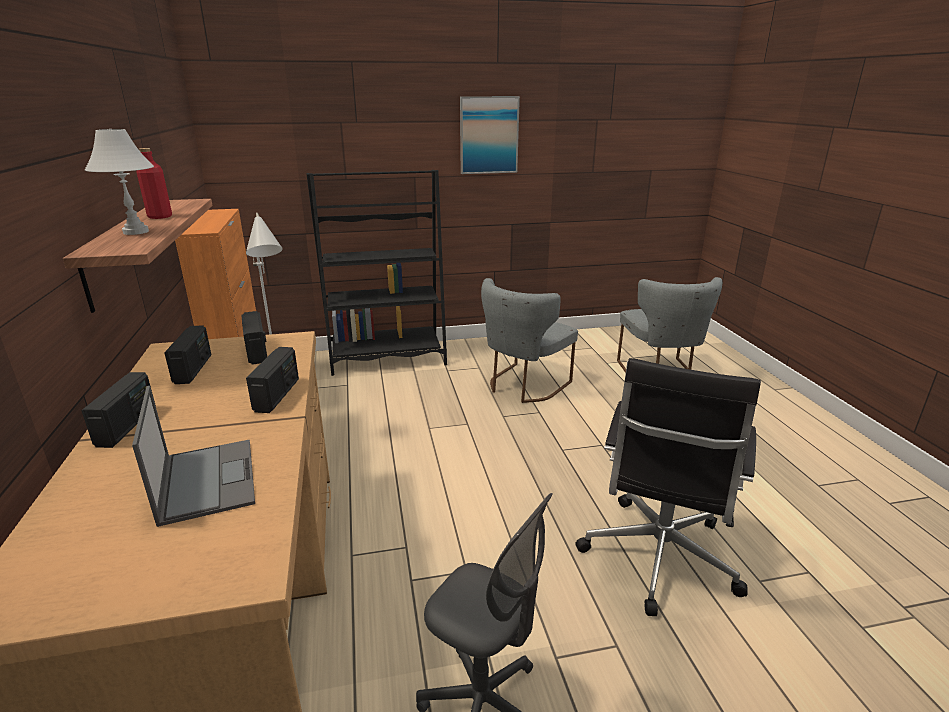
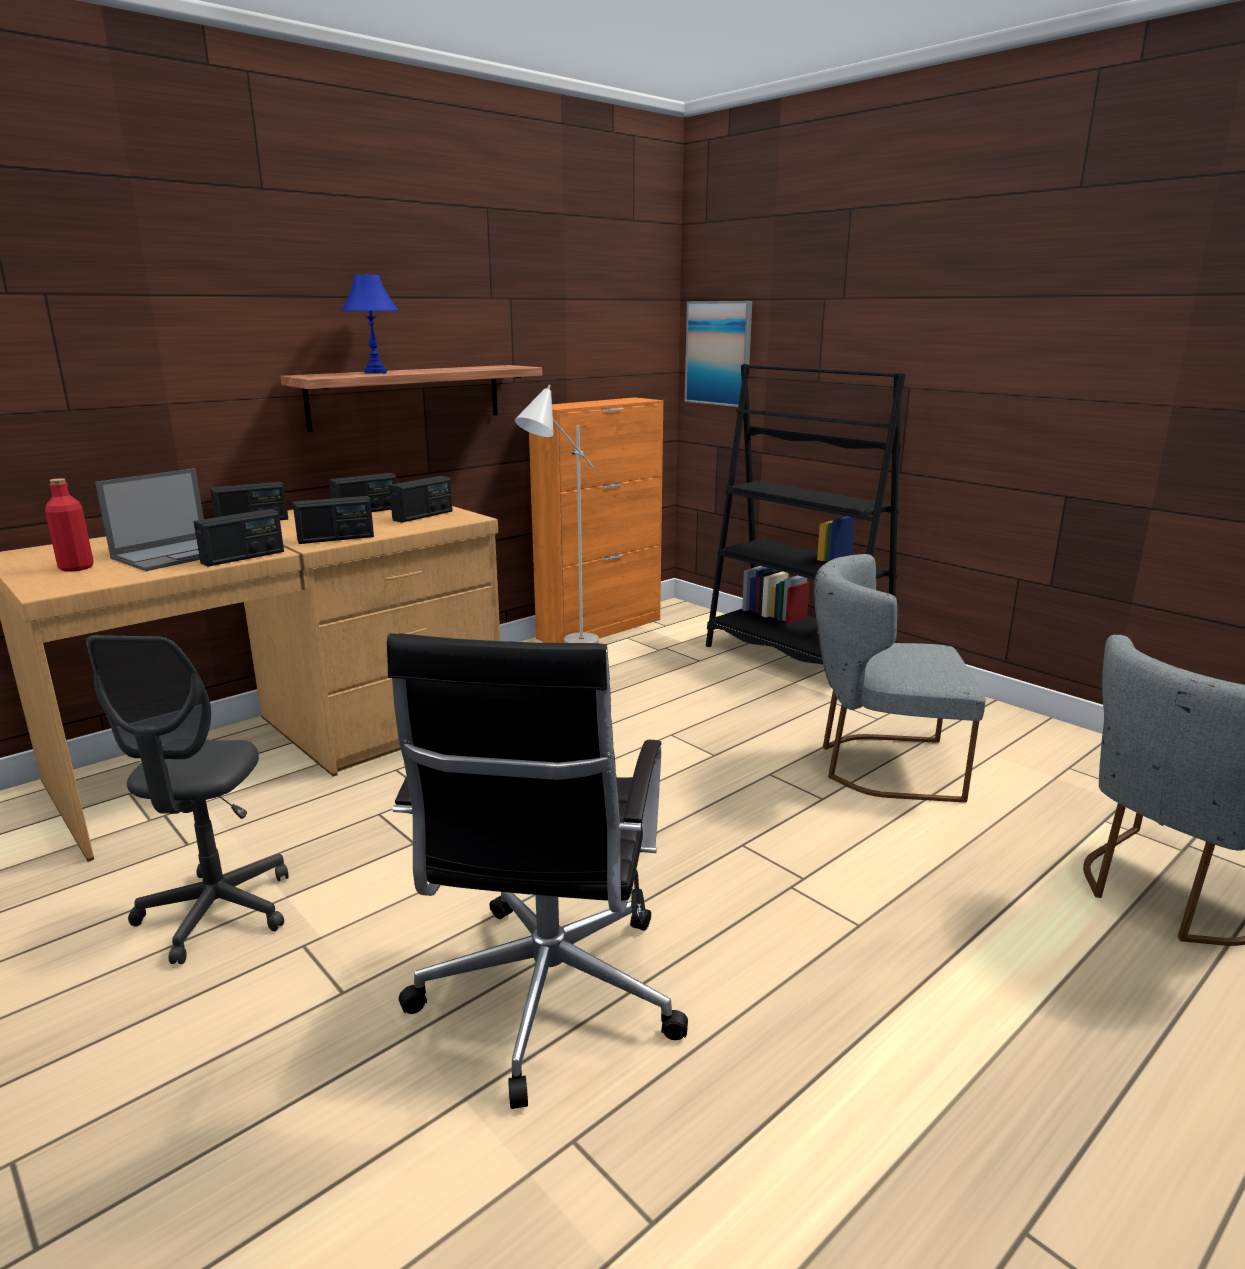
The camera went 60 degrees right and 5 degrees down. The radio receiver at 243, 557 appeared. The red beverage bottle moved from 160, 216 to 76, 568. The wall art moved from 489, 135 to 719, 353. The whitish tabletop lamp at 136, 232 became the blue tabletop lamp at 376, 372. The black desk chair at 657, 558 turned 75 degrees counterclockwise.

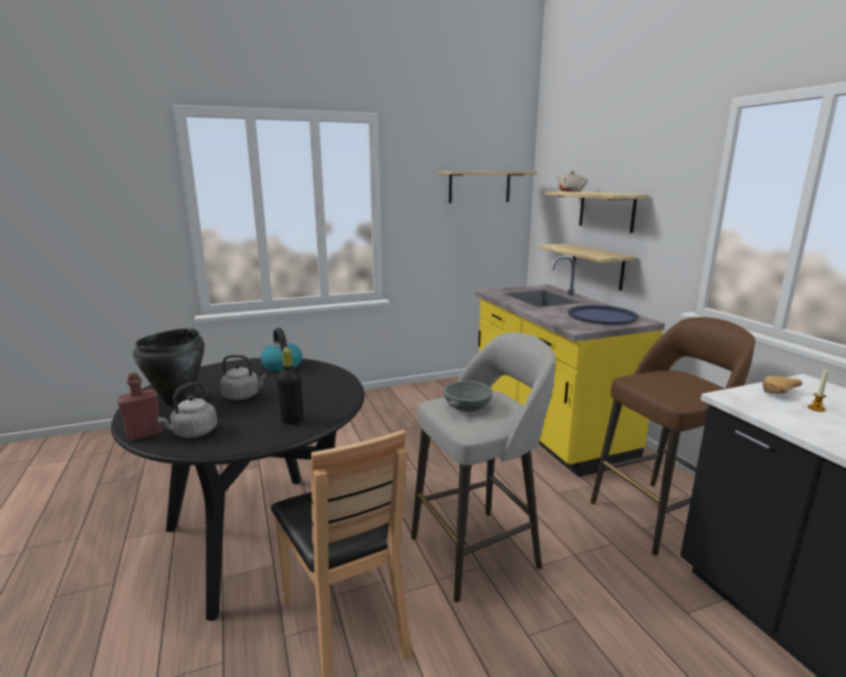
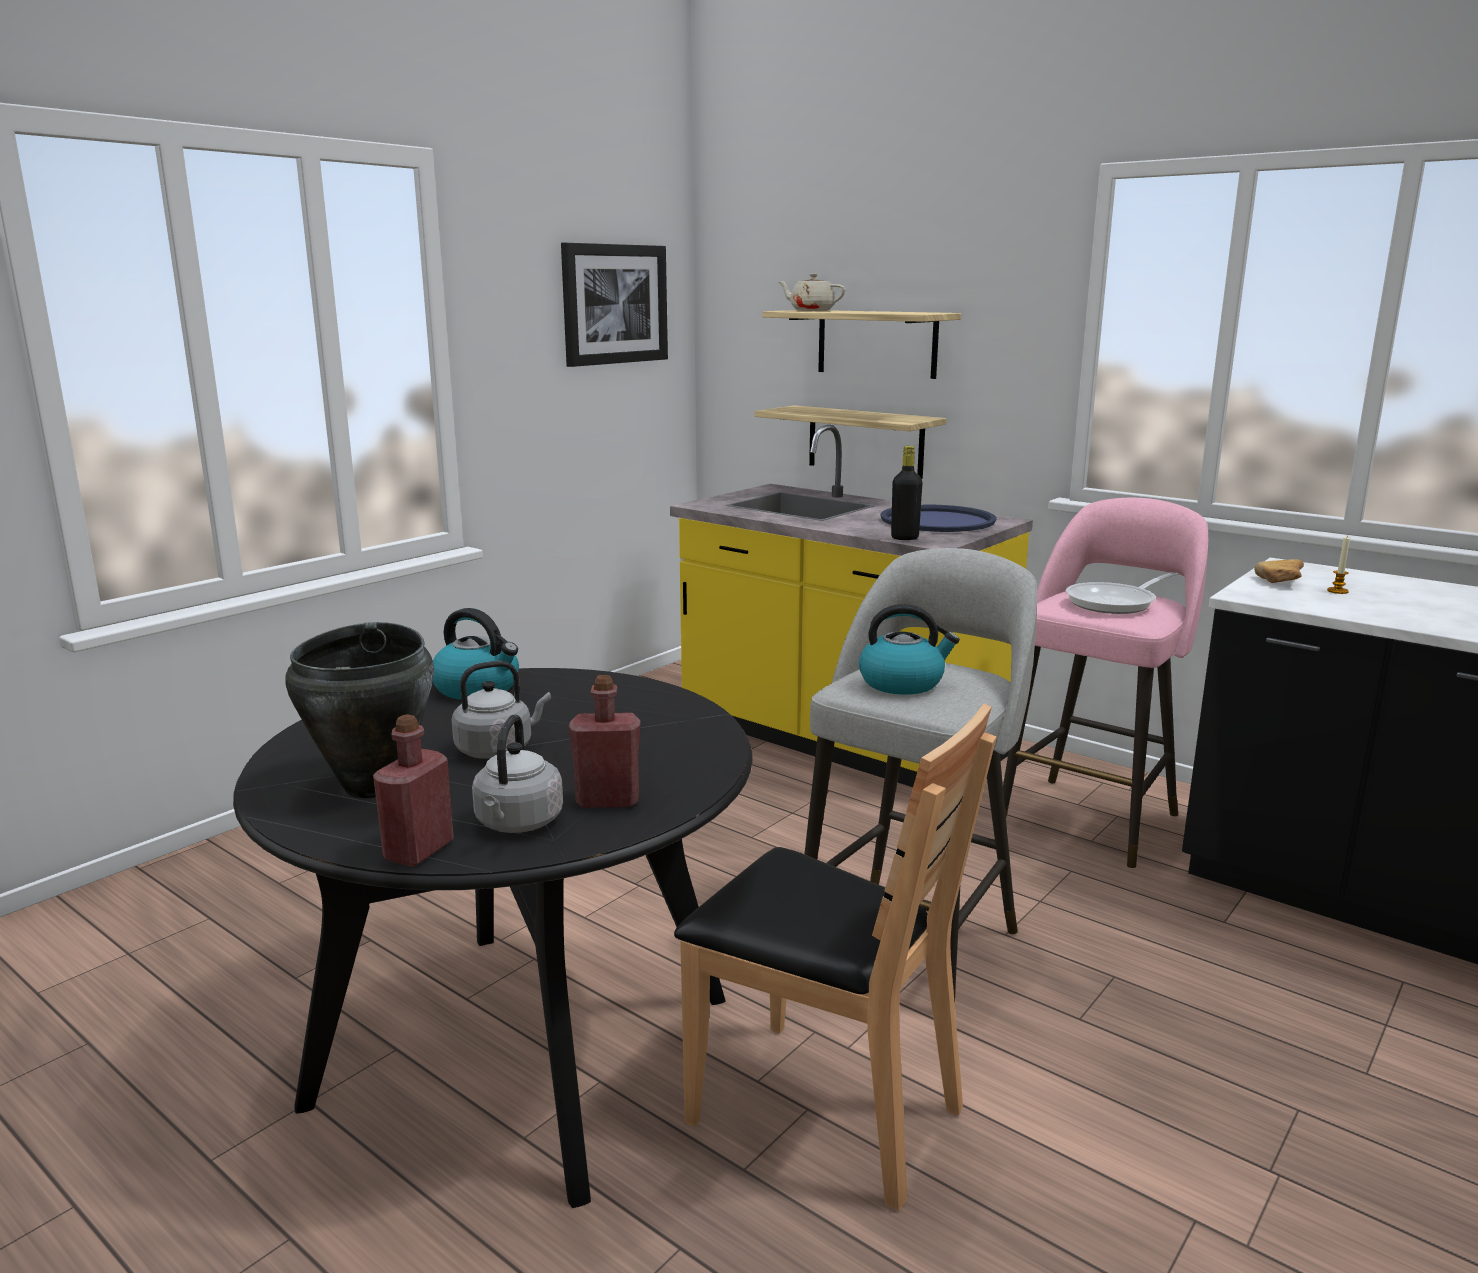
The camera went 30 degrees left and 0 degrees up. The red beverage bottle at 607, 800 appeared. The pan at 1116, 603 appeared. The black beverage bottle moved from 292, 420 to 904, 538. The bracket shelf at 479, 186 was replaced by the wall art at 614, 304. The grey serving bowl at 467, 406 was replaced by the kettle at 903, 683. The brown sitting stool at 656, 515 became the pinkish sitting stool at 1091, 819.

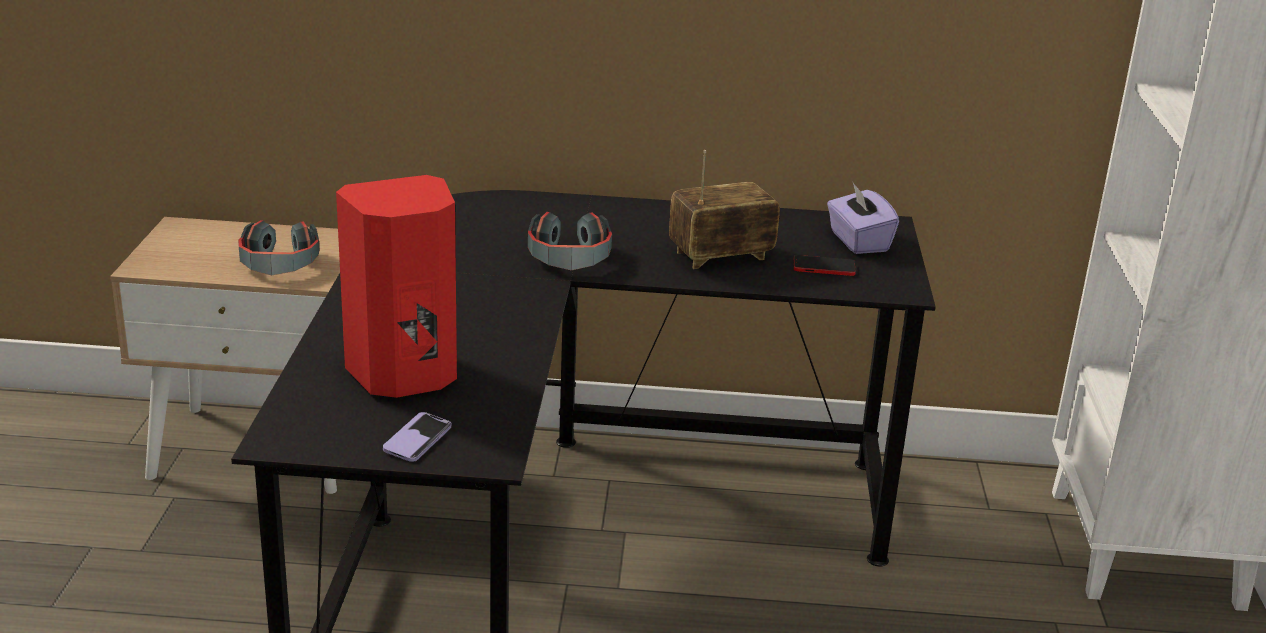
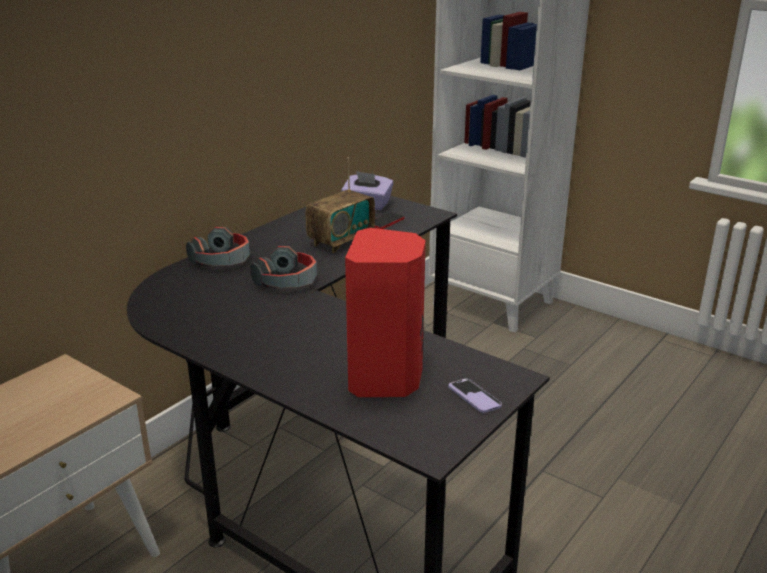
The camera went 55 degrees left and 0 degrees up. The headphones moved from 279, 264 to 222, 260. The radio receiver at 721, 257 turned 150 degrees counterclockwise.

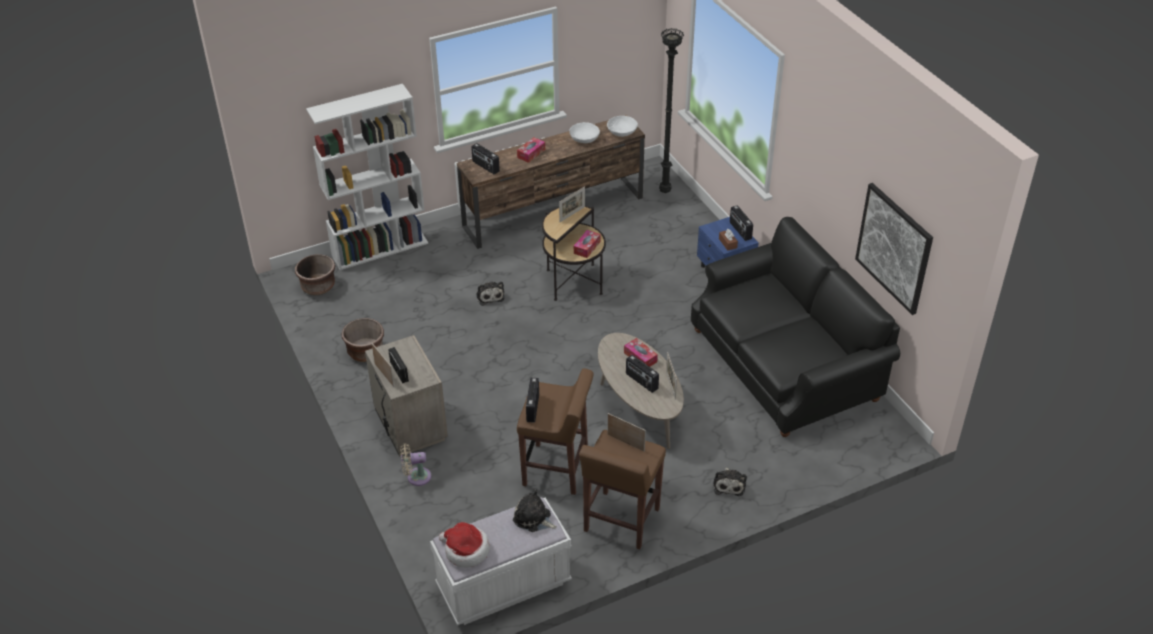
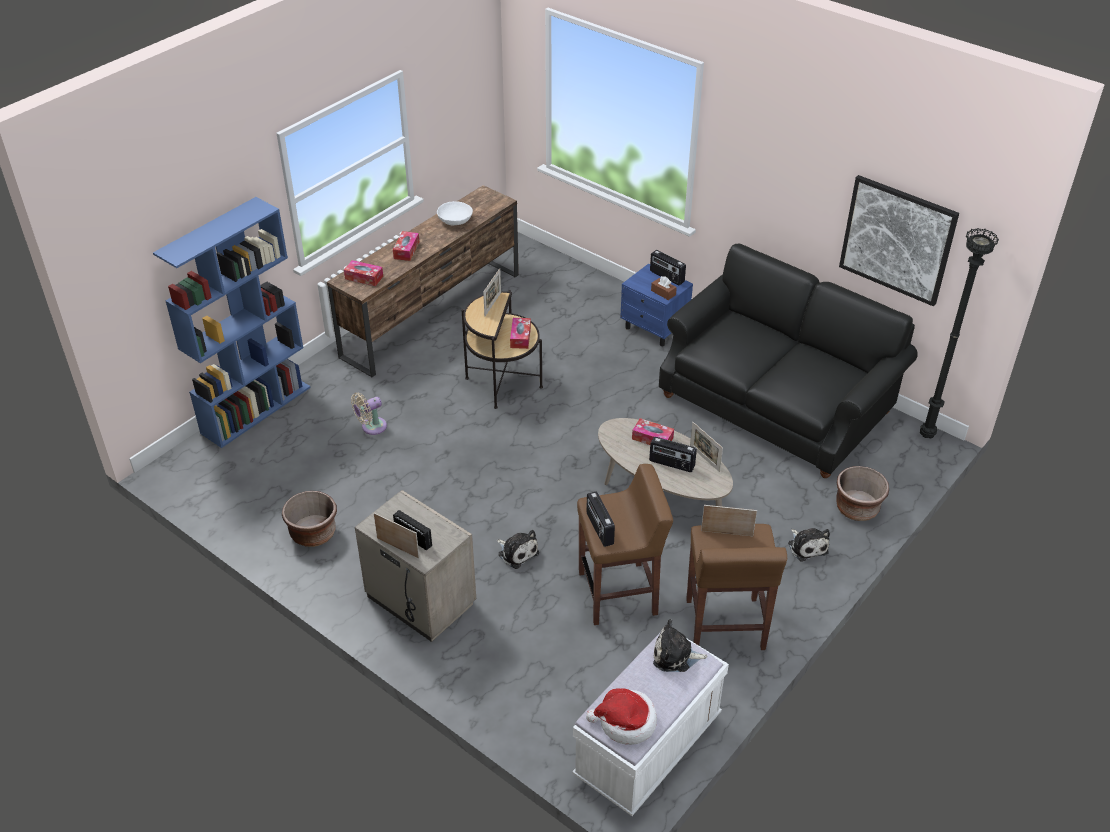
The camera went 25 degrees left and 0 degrees up. The whitish serving bowl at 622, 132 disappeared. The brown plant pot moved from 318, 286 to 857, 508. The sand-coloured fan moved from 416, 477 to 371, 427. The cuddly toy moved from 489, 296 to 517, 552. The black standard lamp moved from 665, 192 to 927, 436. The radio receiver at 485, 167 was replaced by the box of tissues at 364, 277. The whitish shelving unit at 380, 249 became the blue shelving unit at 256, 409.

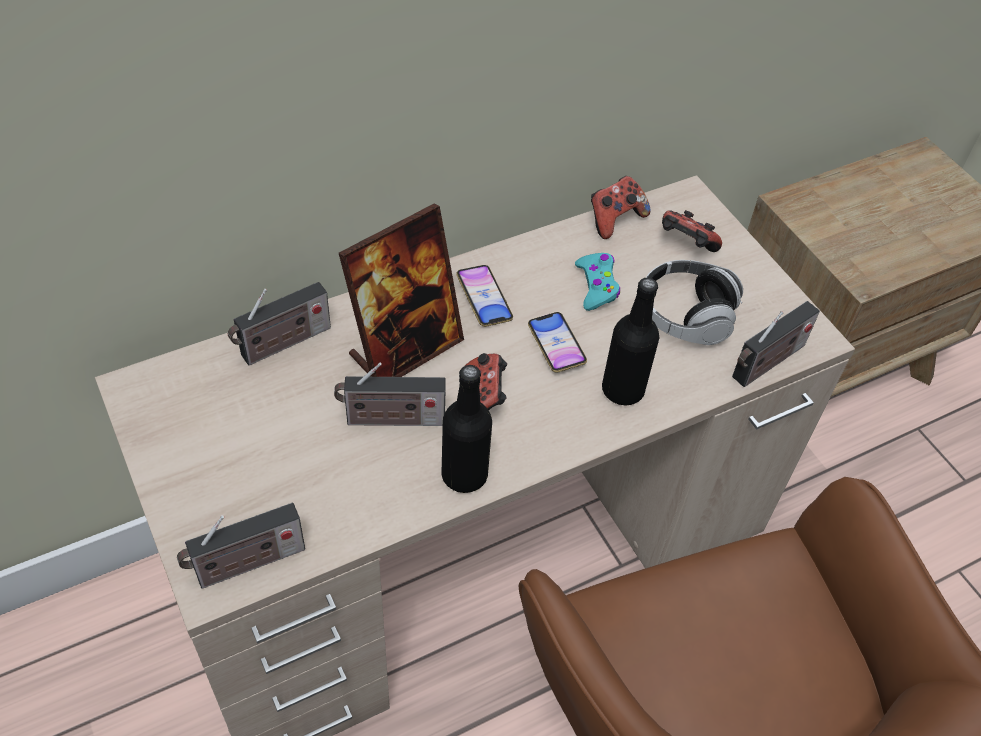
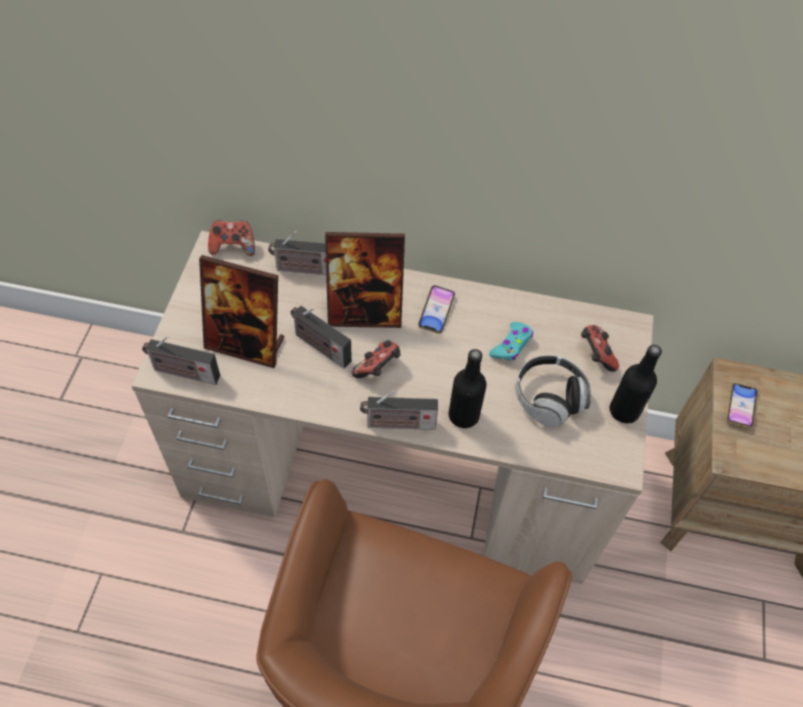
The camera went 40 degrees right and 5 degrees up. The photo frame at 246, 344 appeared. The black beverage bottle moved from 464, 475 to 624, 411. The phone moved from 556, 345 to 740, 407. The gamepad moved from 615, 219 to 233, 246. The radio receiver moved from 766, 364 to 397, 424.

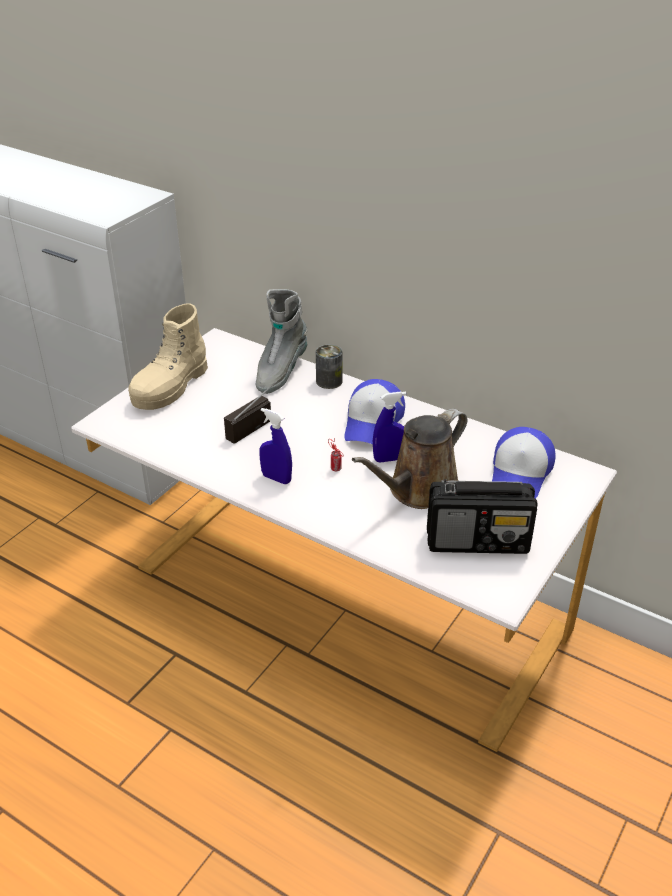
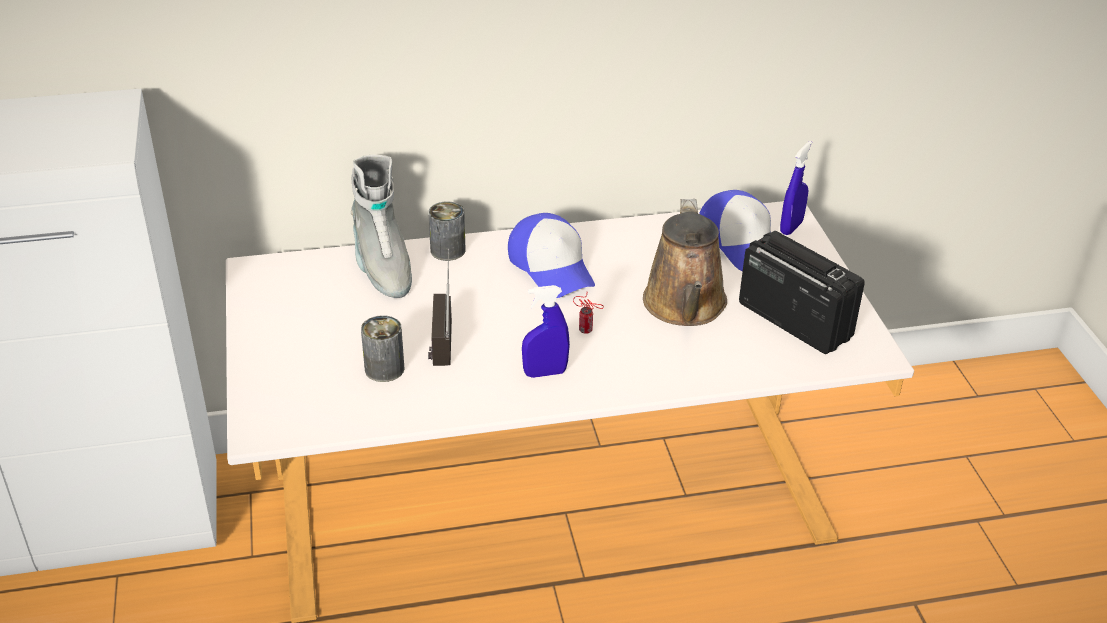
The camera went 45 degrees left and 0 degrees up. The sand-coloured tall boot at 170, 387 disappeared. The metal can at 384, 369 appeared. The blue spray bottle moved from 389, 459 to 791, 227. The radio receiver at 478, 541 turned 90 degrees counterclockwise.

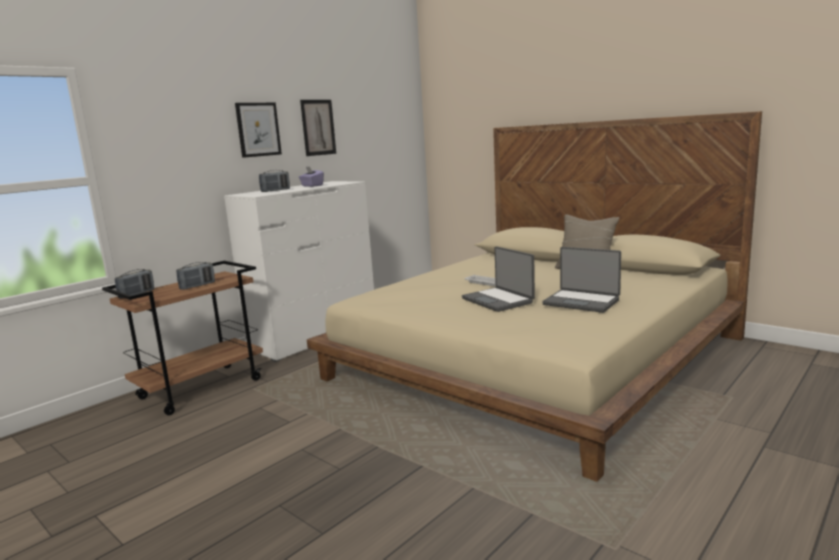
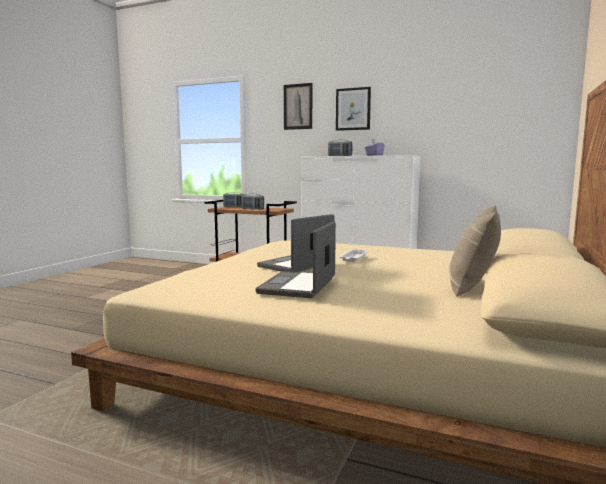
The camera went 70 degrees right and 5 degrees down. The wall art moved from 318, 127 to 298, 106.

